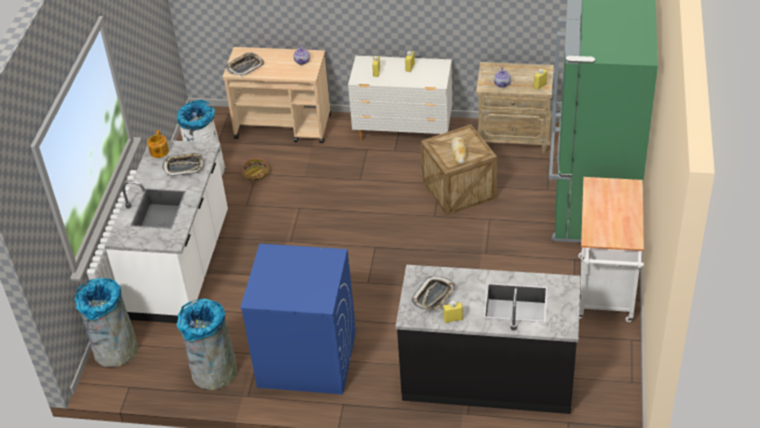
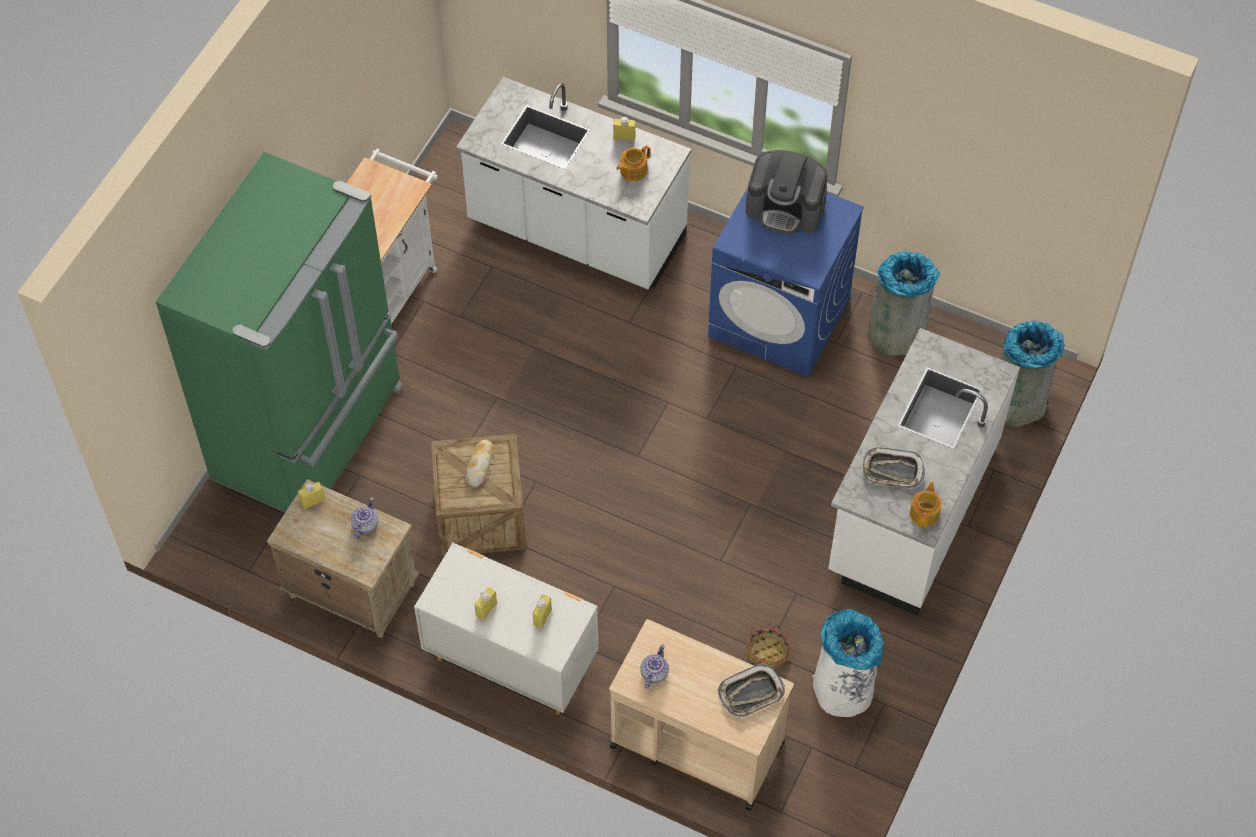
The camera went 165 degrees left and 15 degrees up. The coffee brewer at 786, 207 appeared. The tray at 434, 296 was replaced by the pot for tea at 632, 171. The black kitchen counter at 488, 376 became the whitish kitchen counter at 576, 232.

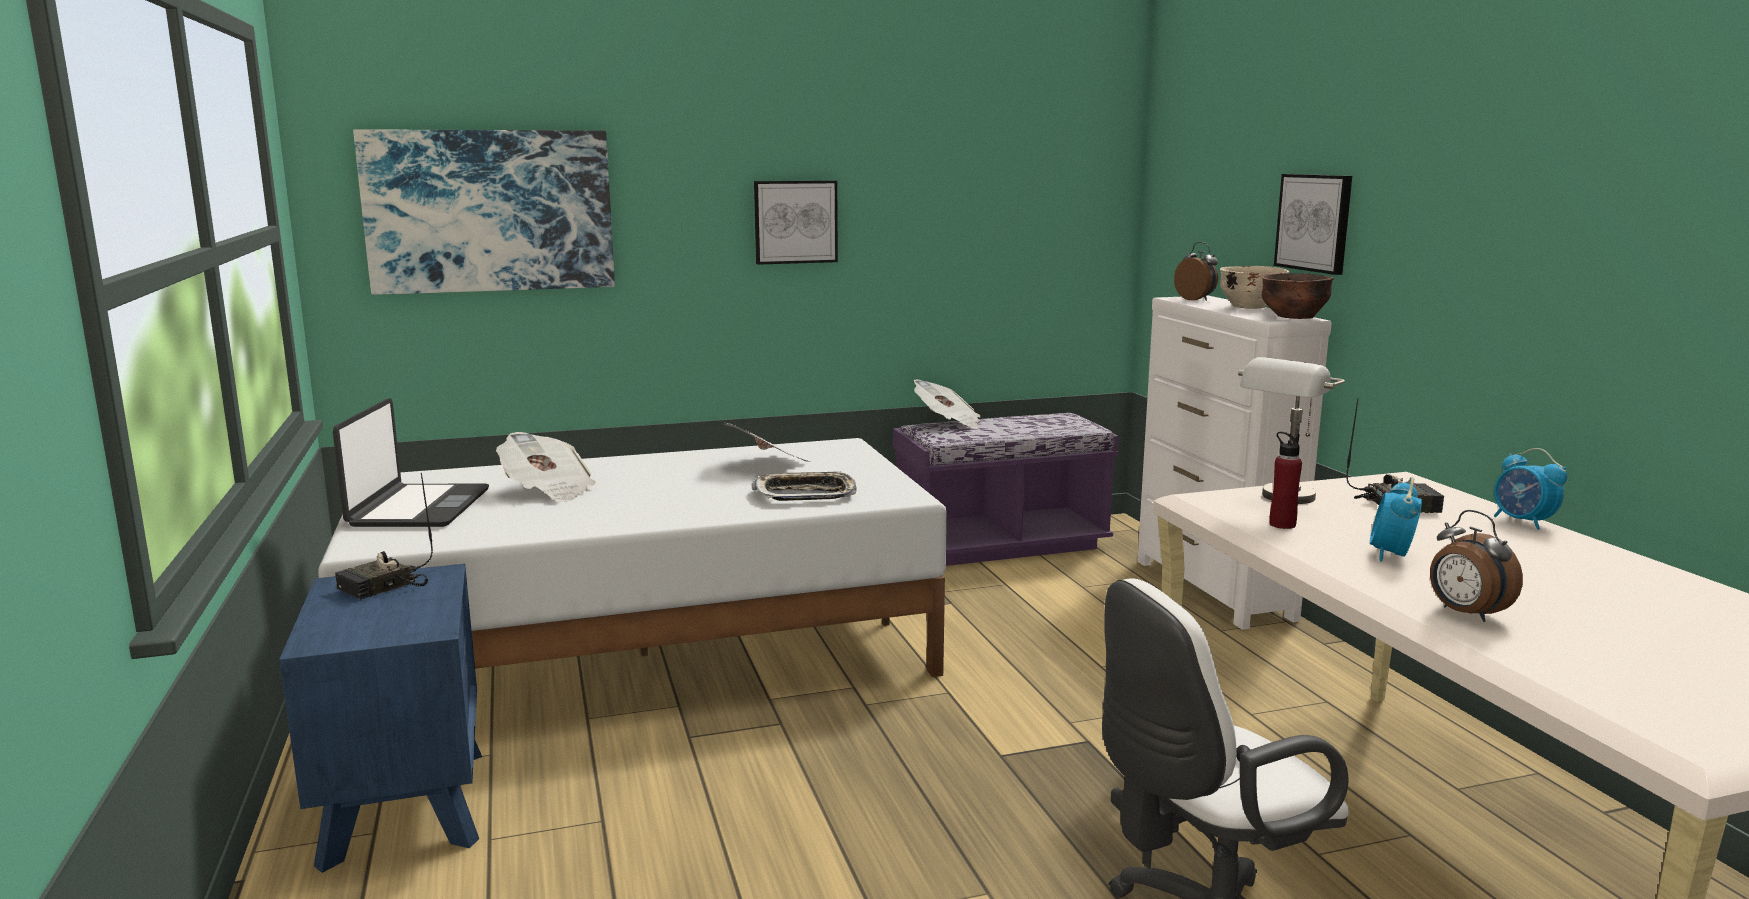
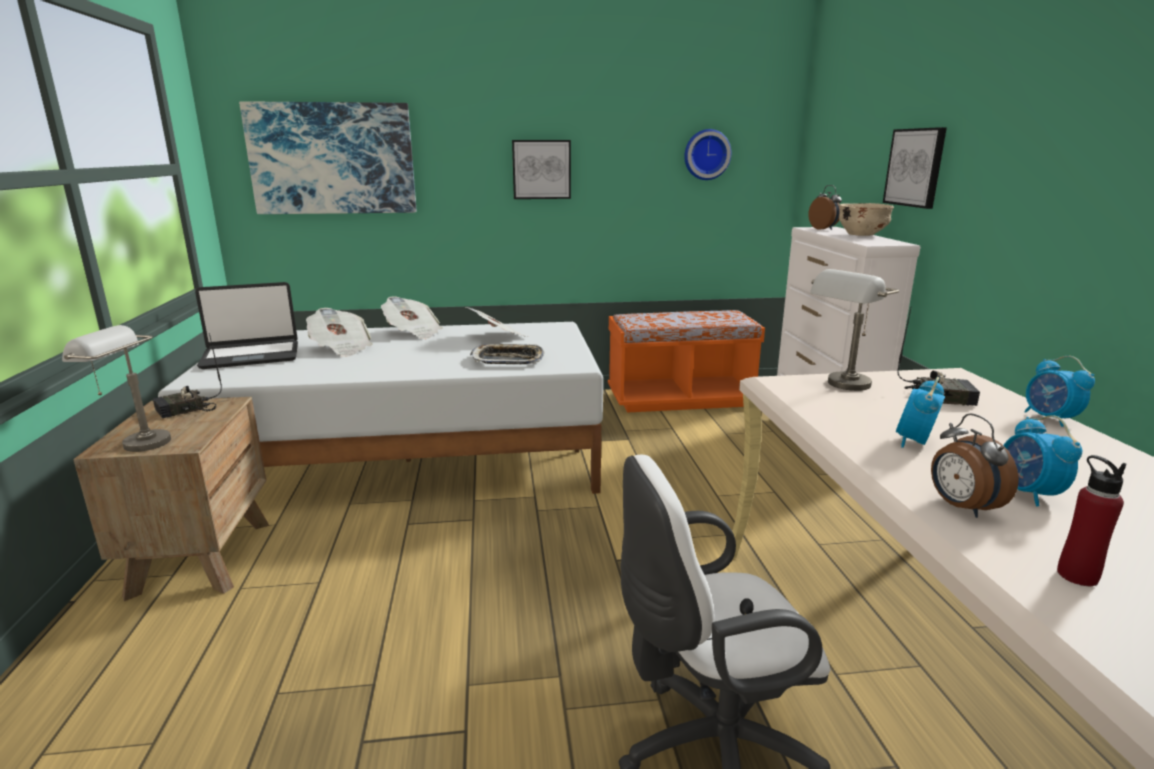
The camera went 10 degrees right and 5 degrees up. The brown serving bowl at 1294, 318 disappeared. The grey tabletop lamp at 133, 442 appeared. The hanging clock at 706, 154 appeared. The alarm clock at 1028, 494 appeared. The newspaper moved from 948, 423 to 413, 333. The red beverage bottle moved from 1282, 524 to 1077, 575. The blue night table at 404, 806 became the brown night table at 201, 557. The purple-coloured long seat at 1000, 544 became the orange-coloured long seat at 679, 399. The portable computer at 418, 508 turned 60 degrees clockwise.

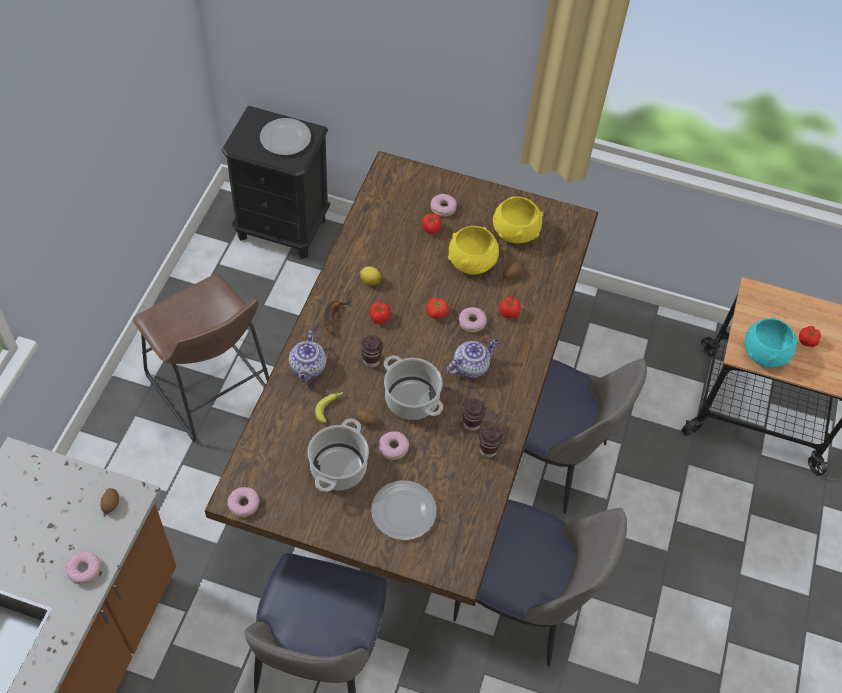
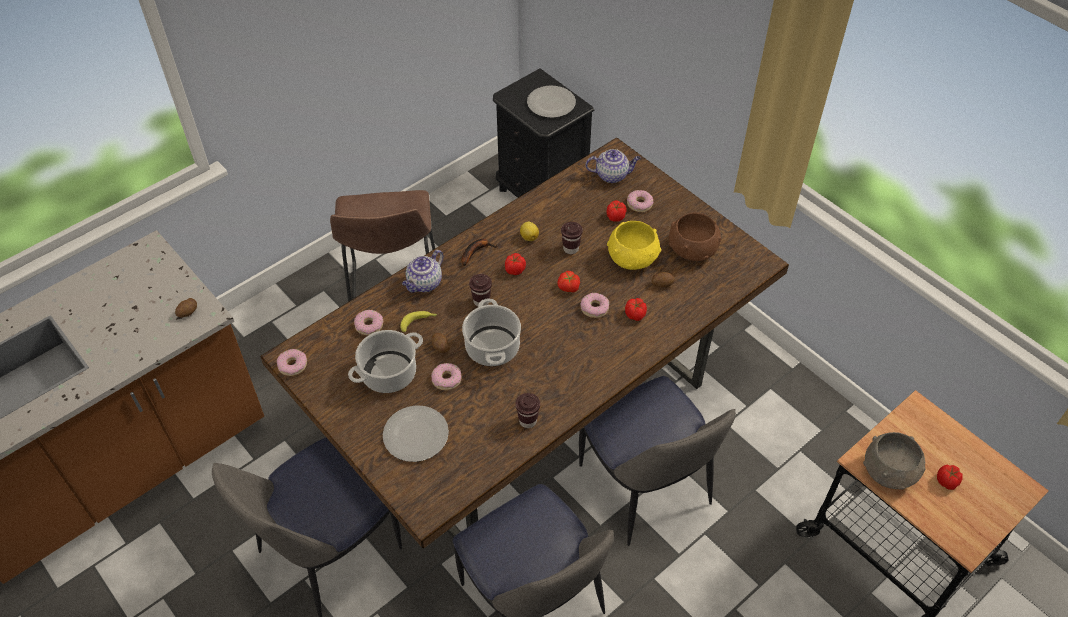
The camera went 35 degrees right and 5 degrees down. The donut moved from 84, 569 to 369, 325. The pot for tea moved from 471, 366 to 612, 175. The brown small cup moved from 471, 424 to 571, 248. The yellow serving bowl at 515, 232 became the brown serving bowl at 692, 249. The turquoise-coloured serving bowl at 765, 353 became the grey serving bowl at 889, 471.

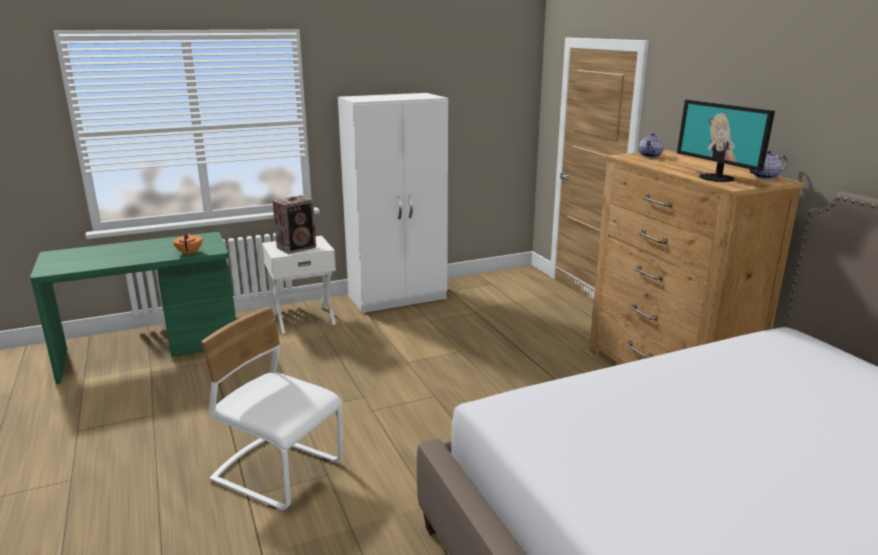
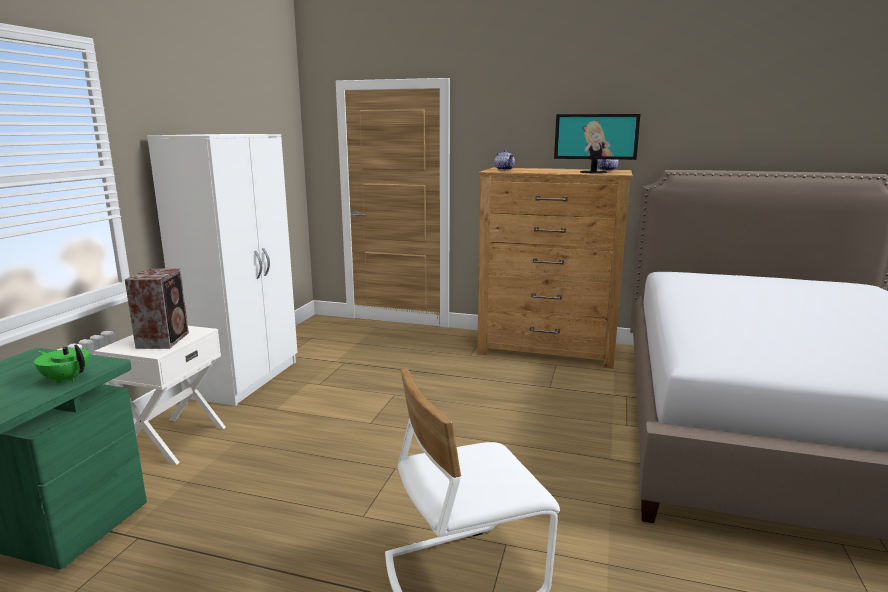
The camera went 50 degrees left and 5 degrees down. The orange-coloured pot for tea at 190, 253 became the green pot for tea at 66, 379.

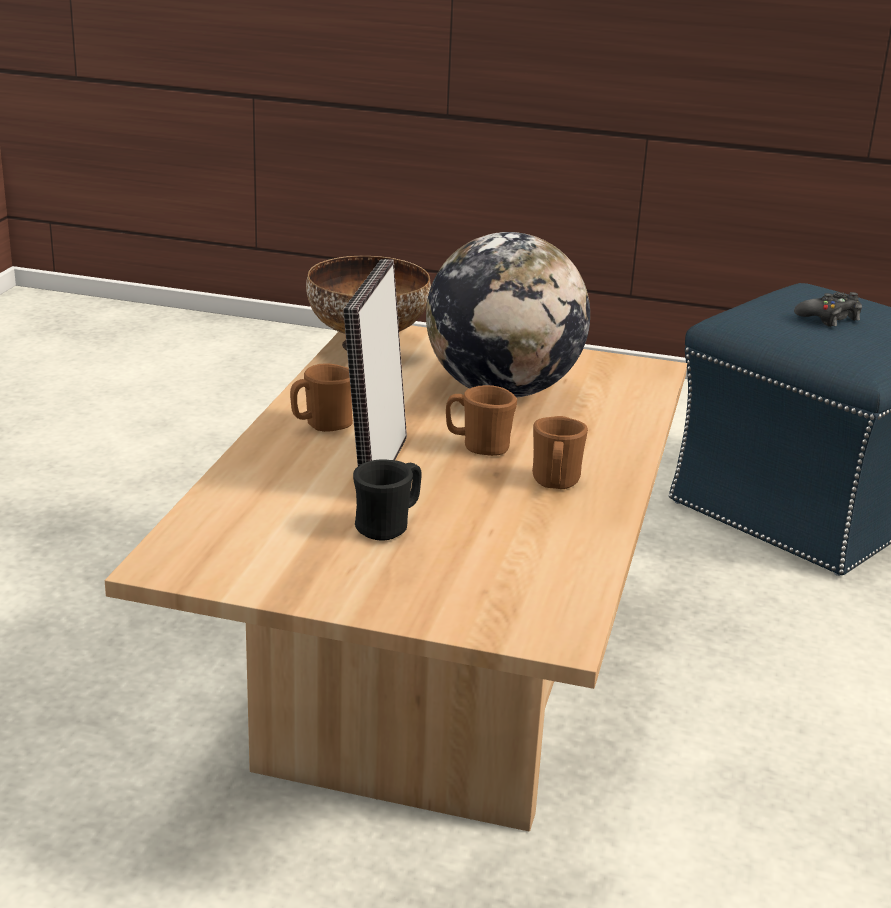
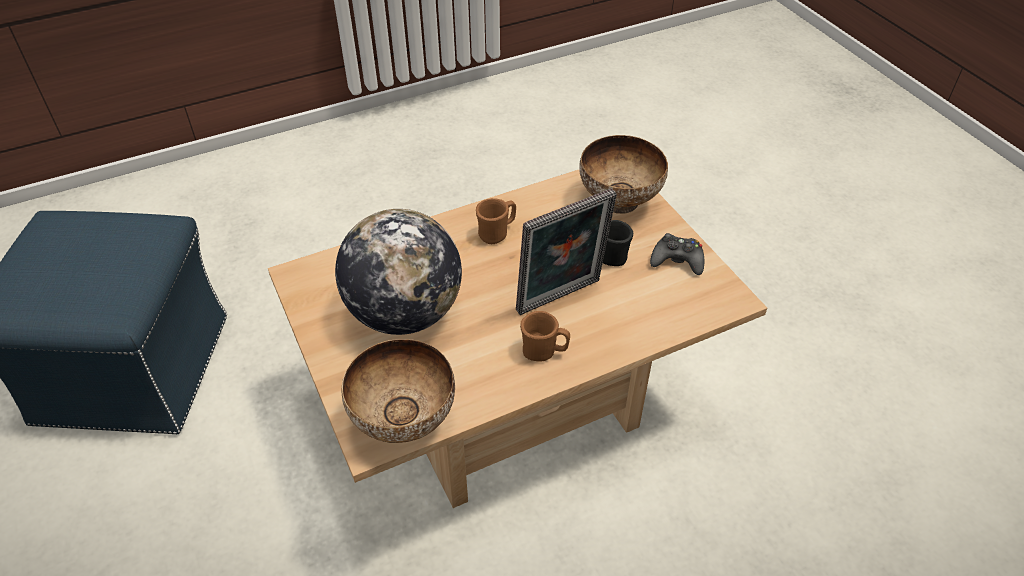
The camera went 130 degrees left and 20 degrees up. The brown tea mug at 478, 447 disappeared. The serving bowl at 618, 201 appeared. The black gamepad moved from 829, 318 to 677, 260.

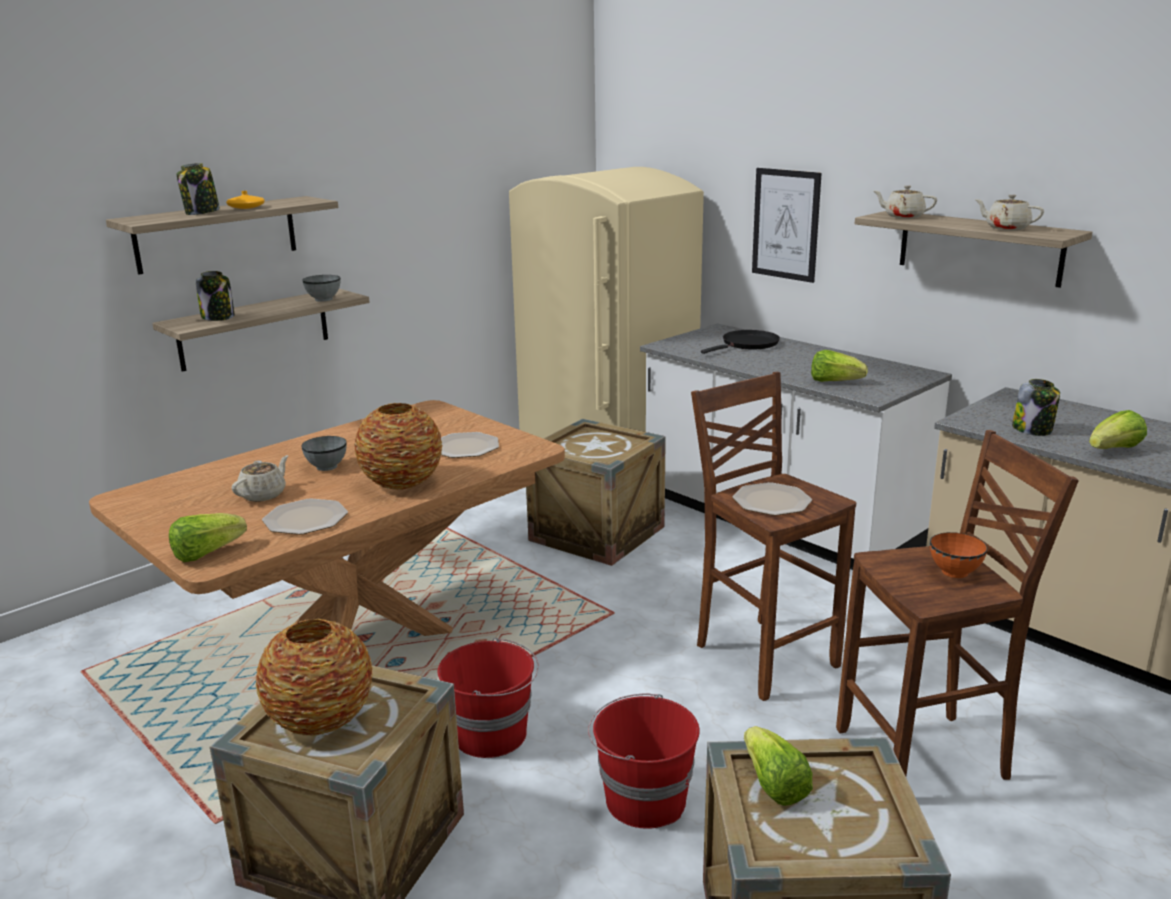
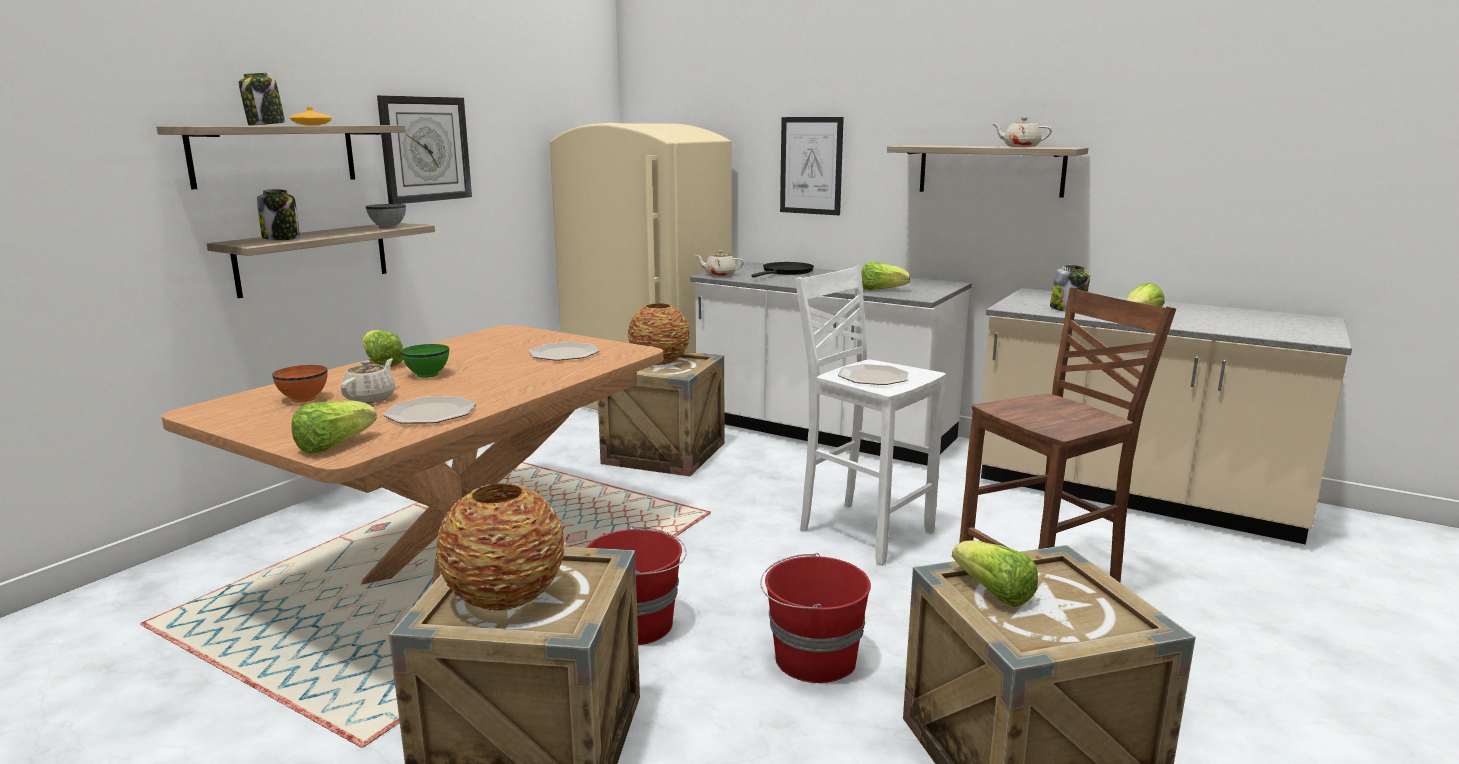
The camera went 15 degrees left and 5 degrees down. The lettuce head at 381, 364 appeared. The hanging clock at 425, 149 appeared. The flower vase moved from 402, 483 to 660, 362. The sand-coloured pot for tea moved from 903, 217 to 719, 275. The orange-coloured serving bowl moved from 955, 572 to 303, 399. The grey serving bowl at 326, 467 became the green serving bowl at 427, 374. The brown sitting stool at 763, 655 became the whitish sitting stool at 862, 531.

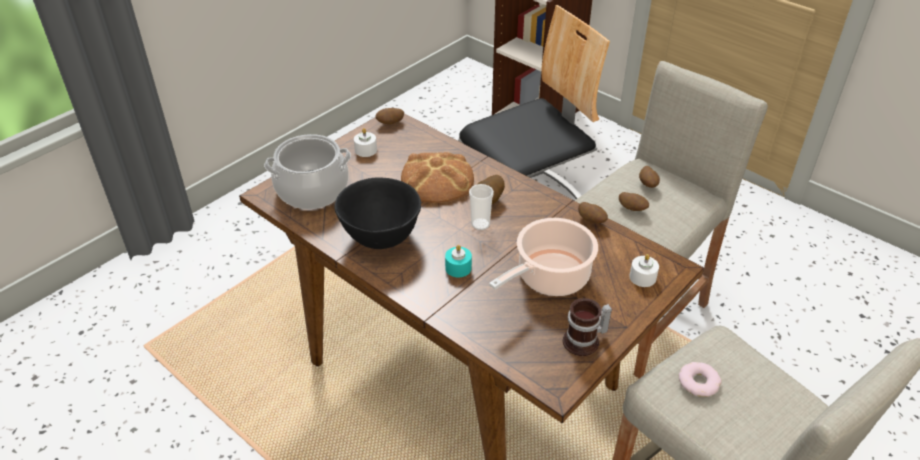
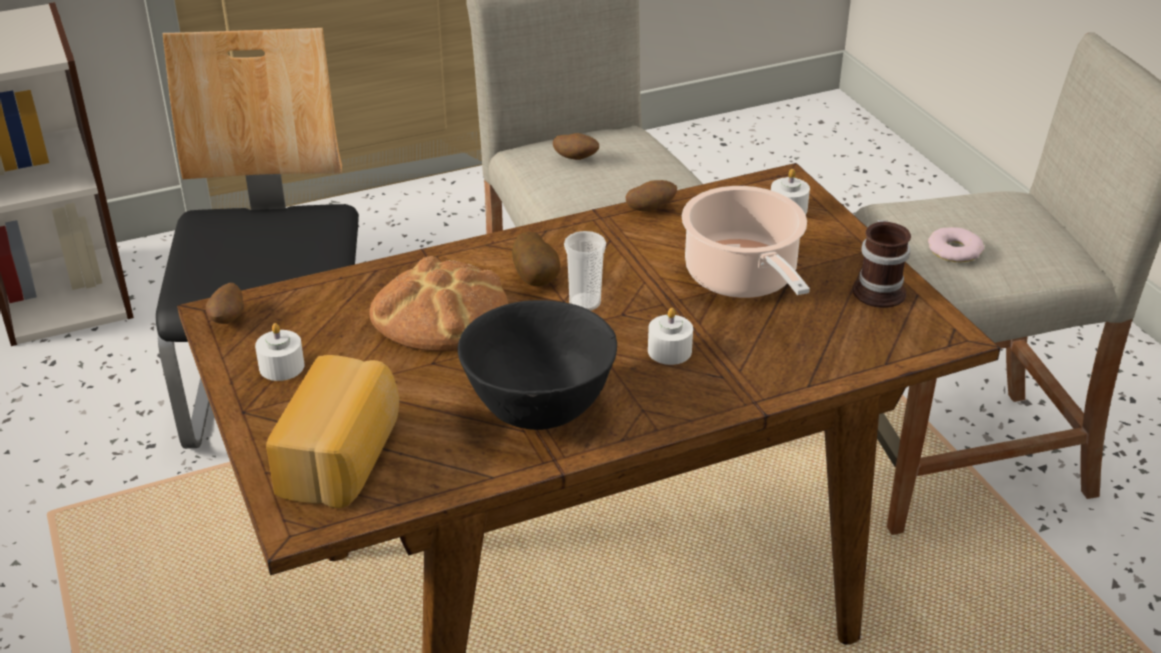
The camera went 65 degrees left and 5 degrees down. The potato at 632, 209 disappeared. The saucepot at 312, 190 was replaced by the bread at 343, 458. The turquoise-coloured wax candle at 458, 268 became the whitish wax candle at 669, 351.

